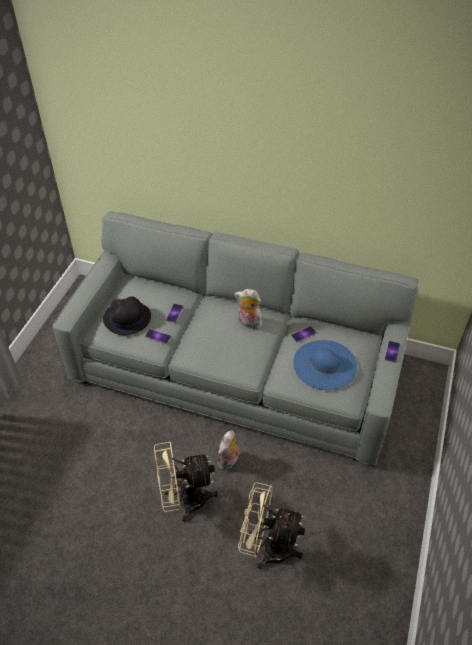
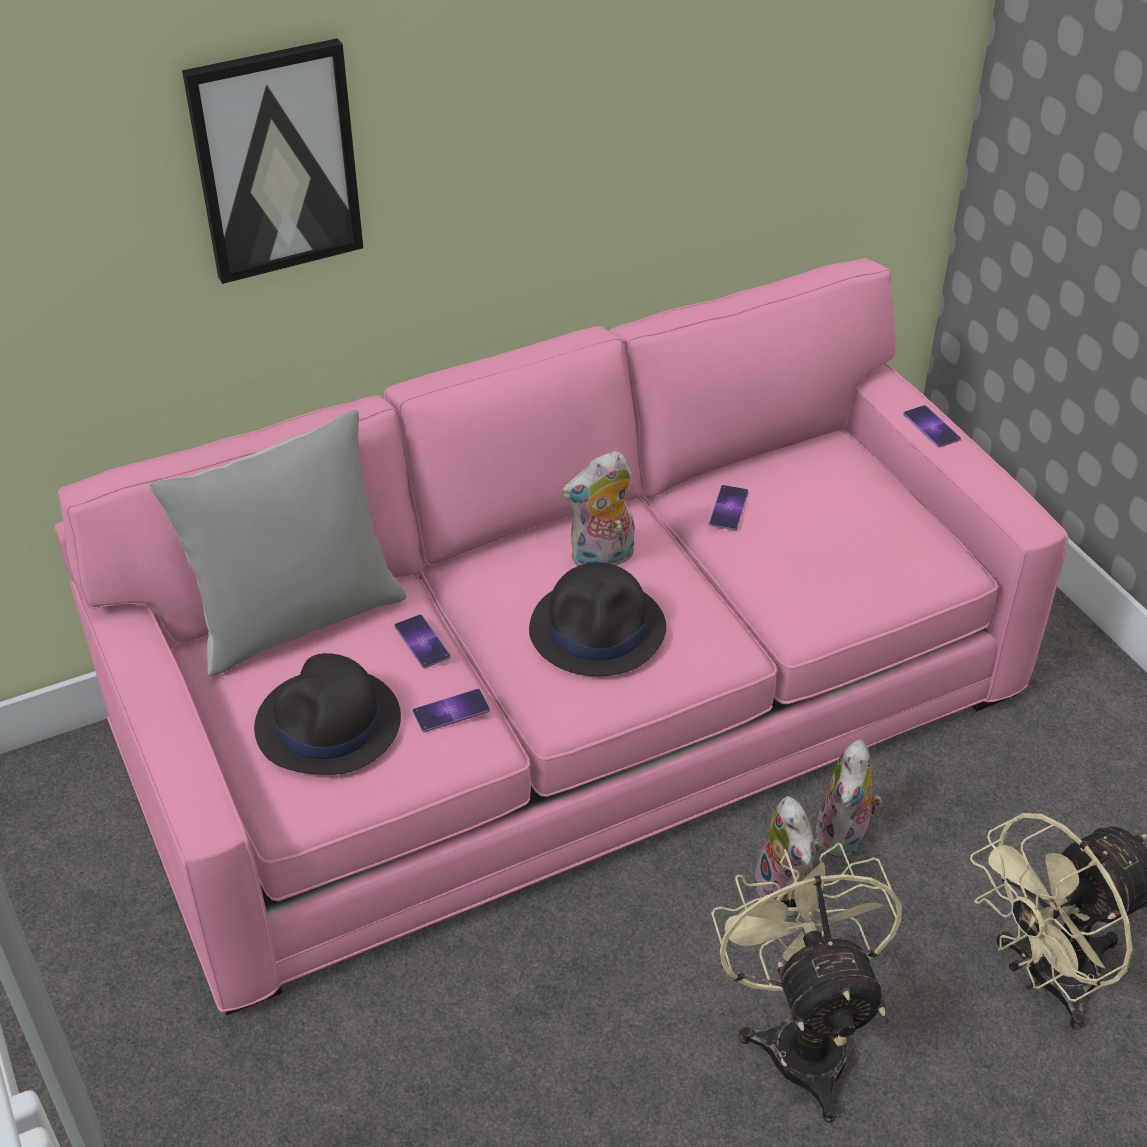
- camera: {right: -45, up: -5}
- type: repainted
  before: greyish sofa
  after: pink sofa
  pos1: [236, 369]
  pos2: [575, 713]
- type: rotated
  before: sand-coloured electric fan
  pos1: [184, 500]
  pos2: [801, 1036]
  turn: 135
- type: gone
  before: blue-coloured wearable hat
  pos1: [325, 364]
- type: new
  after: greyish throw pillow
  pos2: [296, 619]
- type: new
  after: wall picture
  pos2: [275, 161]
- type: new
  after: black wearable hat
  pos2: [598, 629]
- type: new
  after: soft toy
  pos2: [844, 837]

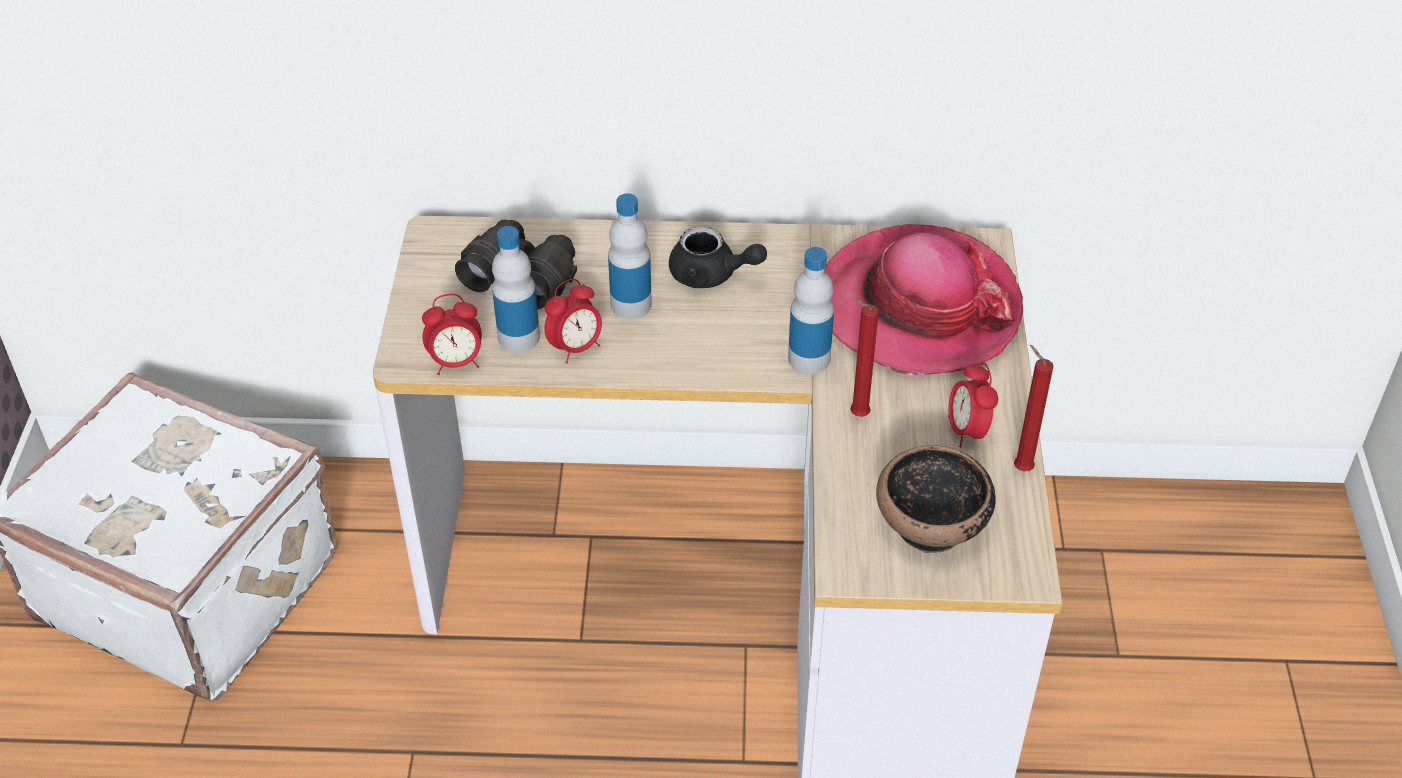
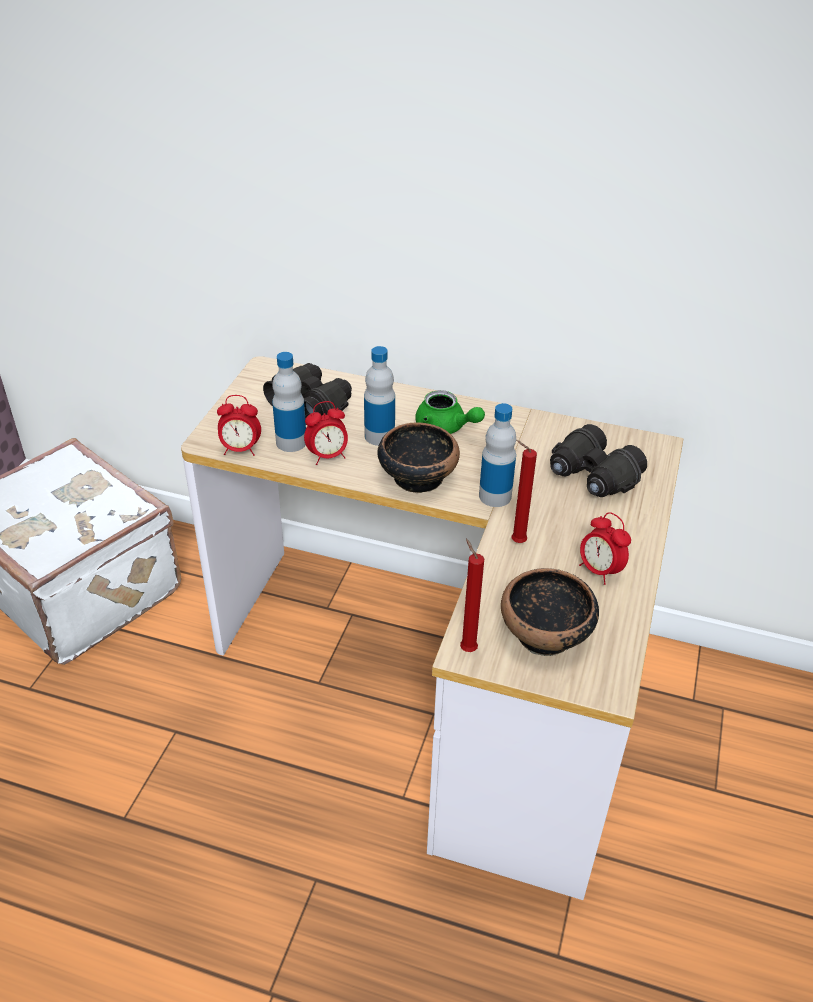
- camera: {right: 15, up: -5}
- type: repainted
  before: black teapot
  after: green-coloured teapot
  pos1: [711, 275]
  pos2: [445, 428]
- type: swapped
  before: wearable hat
  after: black binoculars
  pos1: [918, 306]
  pos2: [592, 477]
- type: rotated
  before: bedside clock
  pos1: [967, 431]
  pos2: [599, 571]
  turn: -45
- type: shifted
  before: reddish candle
  pos1: [1020, 468]
  pos2: [466, 648]
- type: new
  after: serving bowl
  pos2: [417, 477]

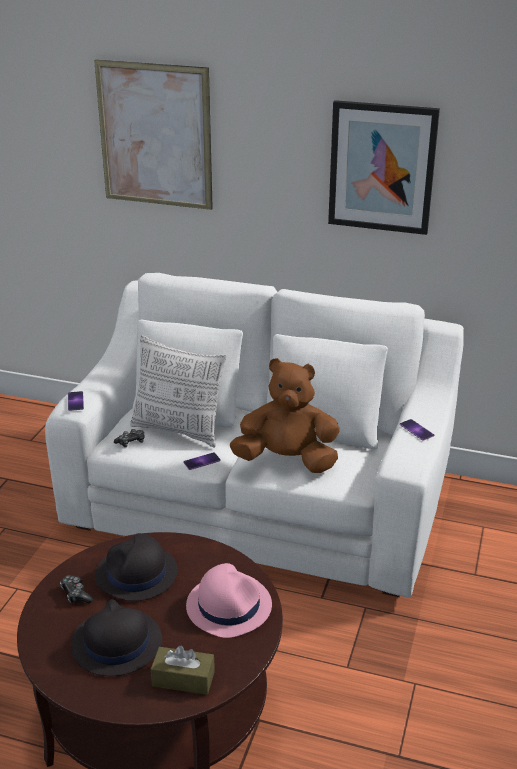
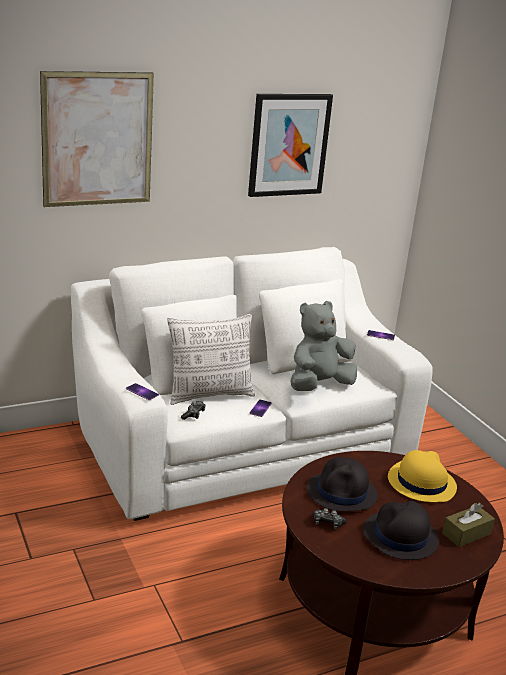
- camera: {right: -45, up: -5}
- type: repainted
  before: pink wearable hat
  after: yellow-coloured wearable hat
  pos1: [229, 605]
  pos2: [421, 482]
- type: repainted
  before: brownish soft toy
  after: greyish soft toy
  pos1: [287, 460]
  pos2: [318, 385]

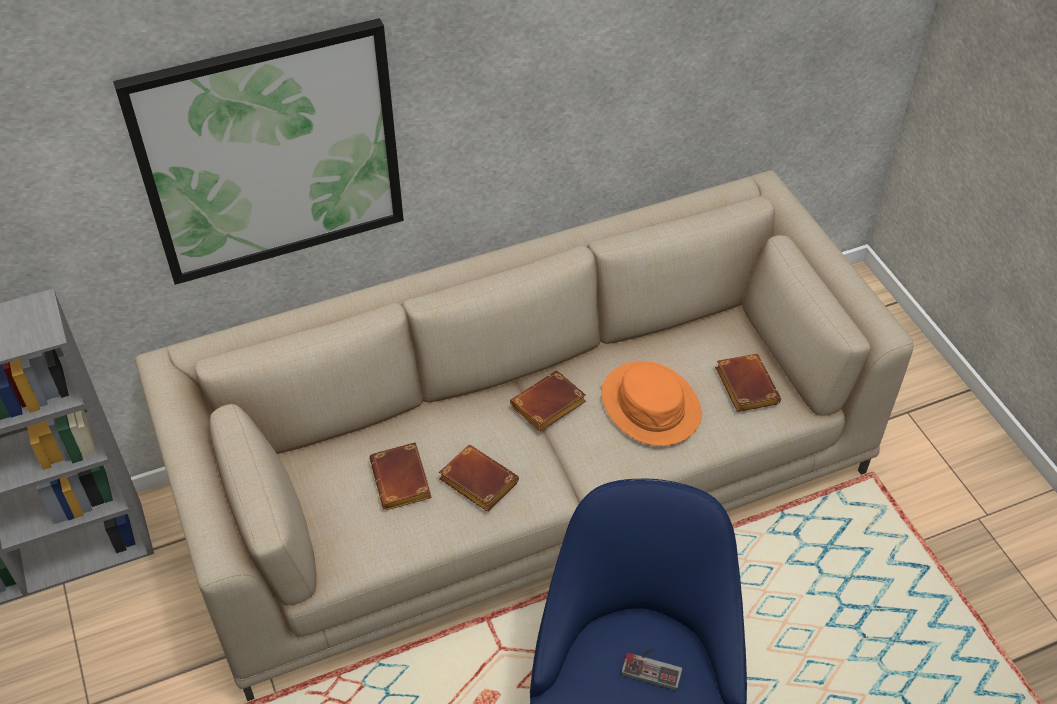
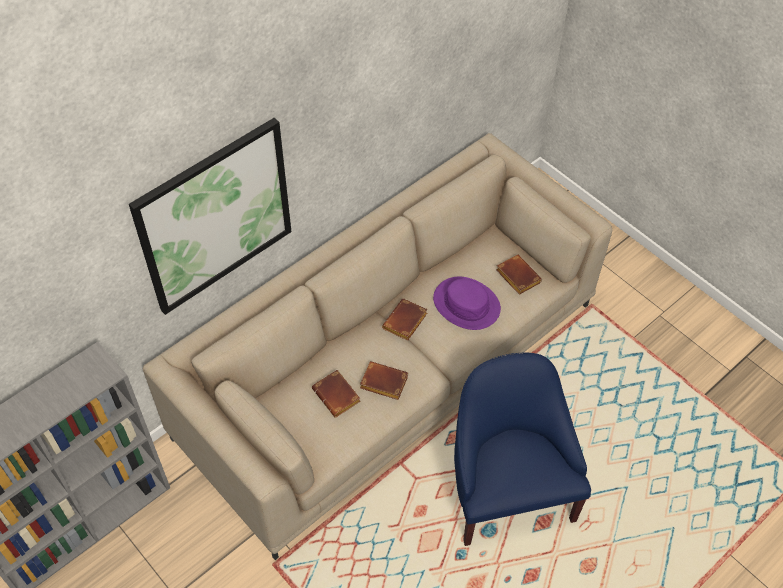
- camera: {right: -20, up: 5}
- type: repainted
  before: orange-coloured wearable hat
  after: purplish wearable hat
  pos1: [651, 404]
  pos2: [466, 304]
- type: gone
  before: joypad
  pos1: [653, 666]

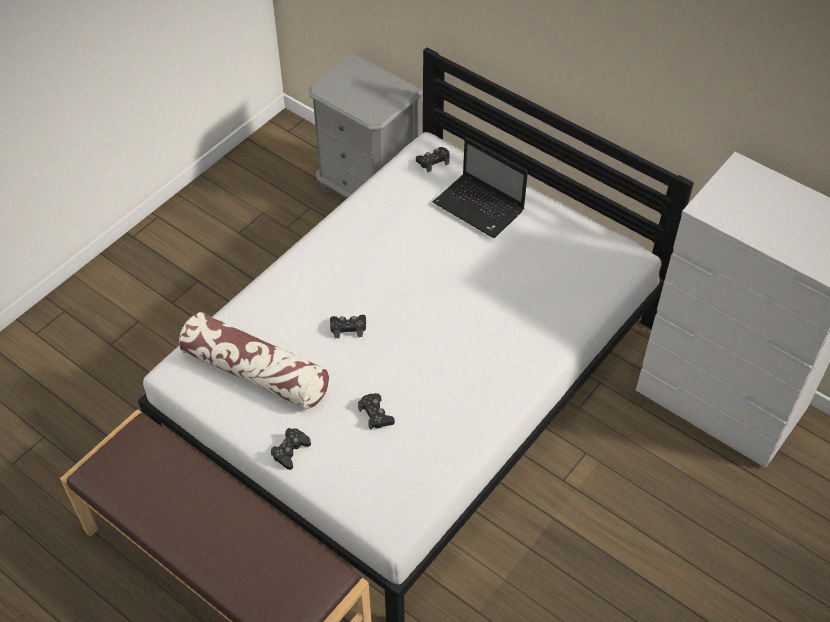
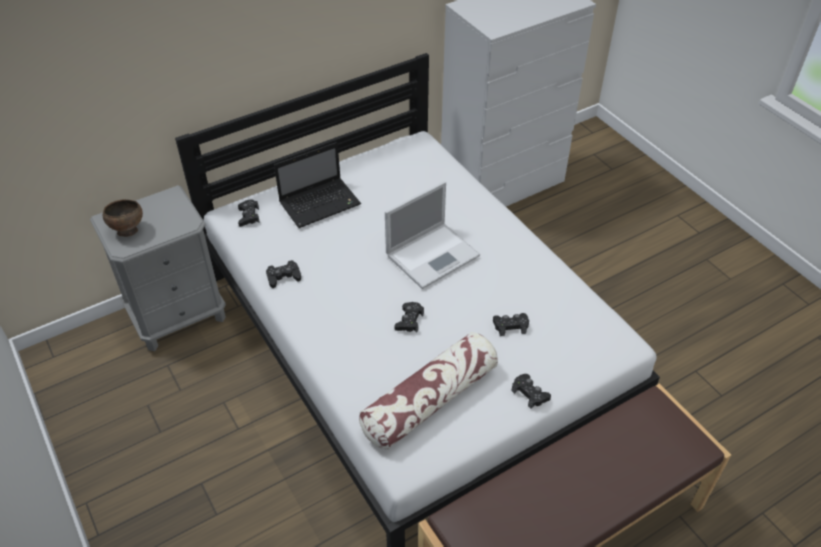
- camera: {right: -70, up: -5}
- type: new
  after: brownish serving bowl
  pos2: [127, 231]
- type: new
  after: black joypad
  pos2: [283, 277]
- type: new
  after: laptop
  pos2: [433, 254]

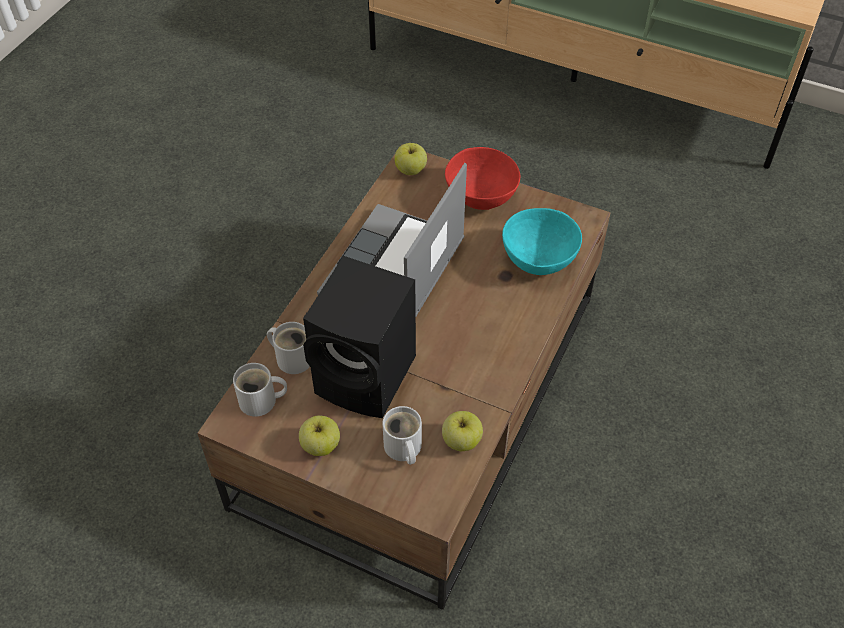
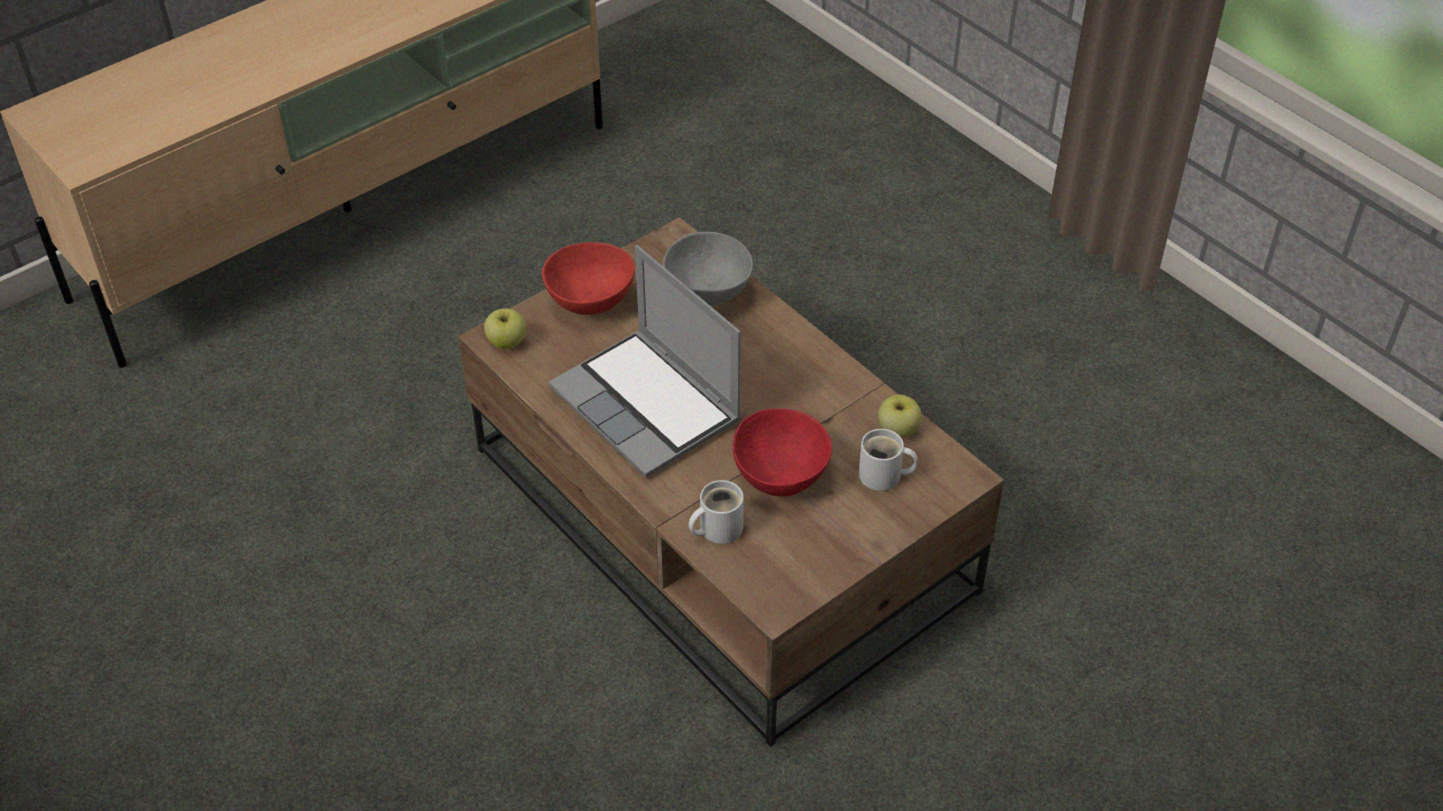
- camera: {right: -65, up: -5}
- type: gone
  before: white mug
  pos1: [261, 402]
- type: gone
  before: apple fruit
  pos1: [320, 445]
- type: swapped
  before: black speaker
  after: reddish serving bowl
  pos1: [368, 377]
  pos2: [781, 474]
- type: repainted
  before: turquoise-coloured serving bowl
  after: greyish serving bowl
  pos1: [537, 260]
  pos2: [708, 293]

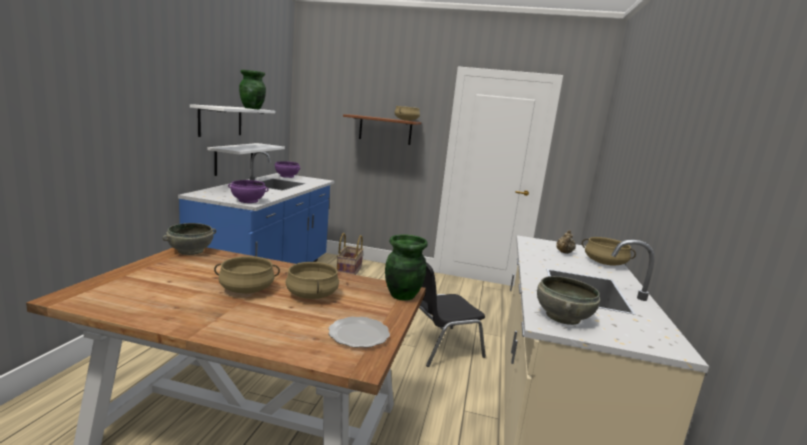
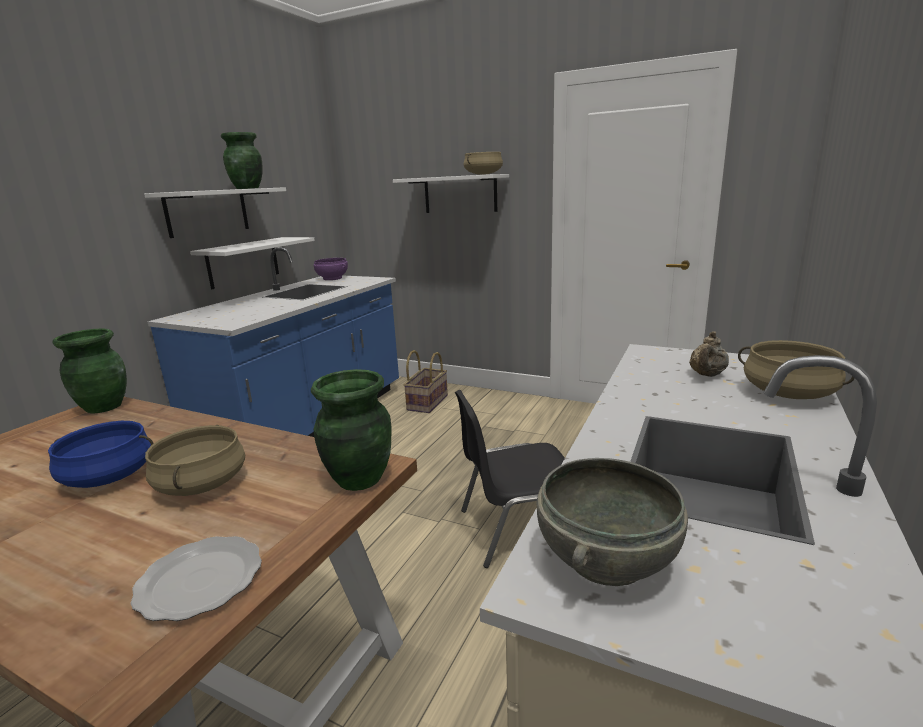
- camera: {right: 15, up: 5}
- type: swapped
  before: greyish serving bowl
  after: green-coloured vase
  pos1: [190, 251]
  pos2: [104, 406]
- type: repainted
  before: sand-coloured saucepot
  after: blue-coloured saucepot
  pos1: [247, 289]
  pos2: [110, 476]
- type: gone
  before: purplish serving bowl
  pos1: [248, 201]
- type: repainted
  before: brownish shelf
  after: white shelf
  pos1: [385, 130]
  pos2: [460, 194]

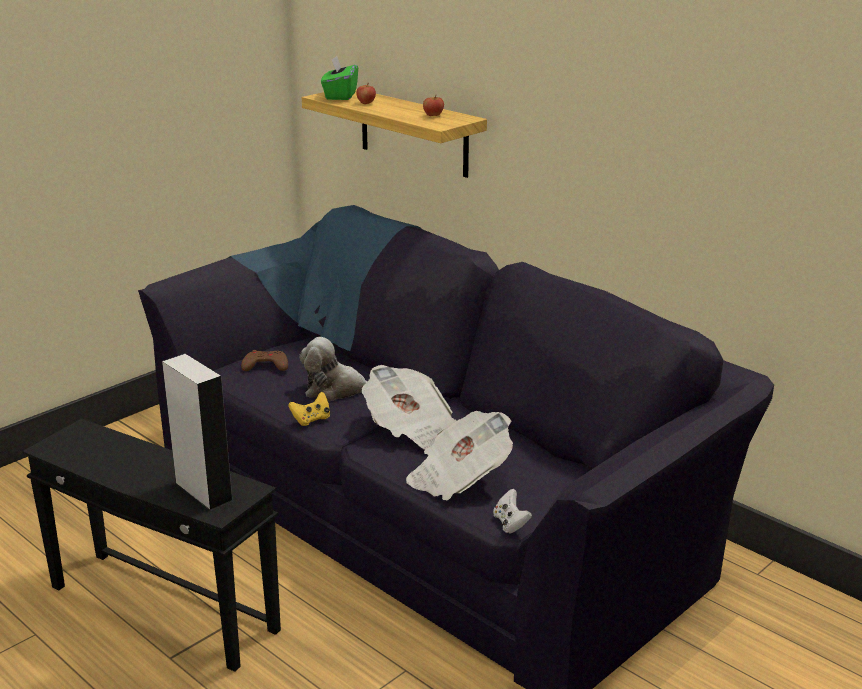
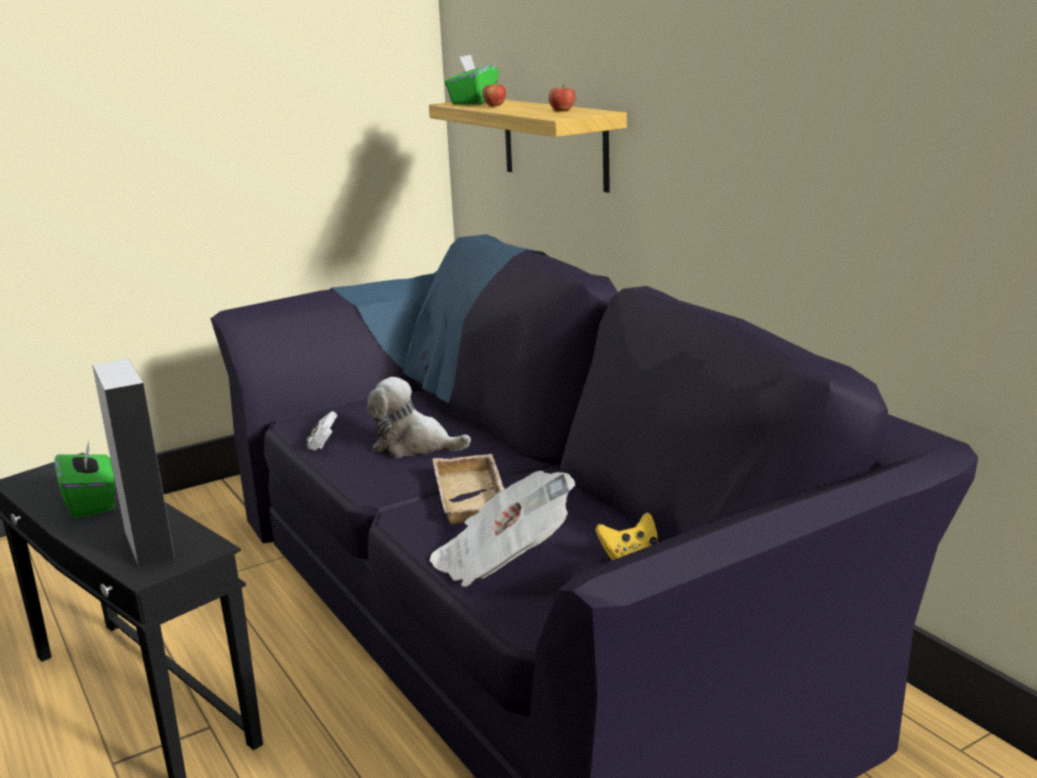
- camera: {right: 15, up: -5}
- type: gone
  before: brownish joypad
  pos1: [265, 365]
- type: shifted
  before: yellow-coloured joypad
  pos1: [311, 420]
  pos2: [629, 554]
- type: swapped
  before: newspaper
  after: sand-coloured serving tray
  pos1: [410, 430]
  pos2: [474, 497]
- type: shifted
  before: white joypad
  pos1: [510, 524]
  pos2: [323, 444]
- type: new
  after: green-coloured tissue holder
  pos2: [91, 502]

